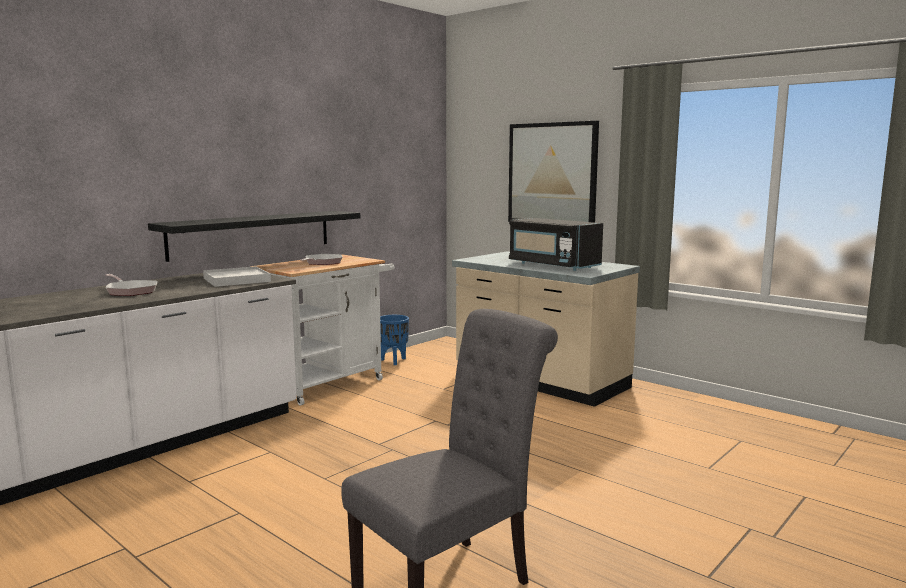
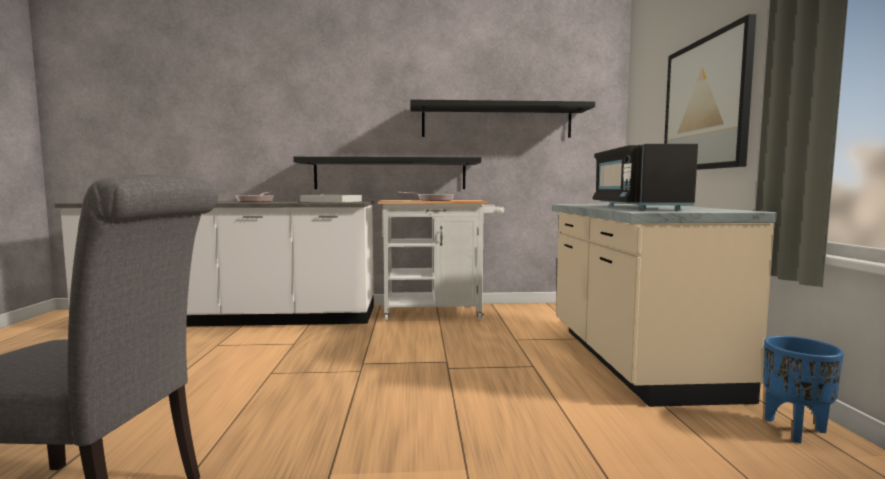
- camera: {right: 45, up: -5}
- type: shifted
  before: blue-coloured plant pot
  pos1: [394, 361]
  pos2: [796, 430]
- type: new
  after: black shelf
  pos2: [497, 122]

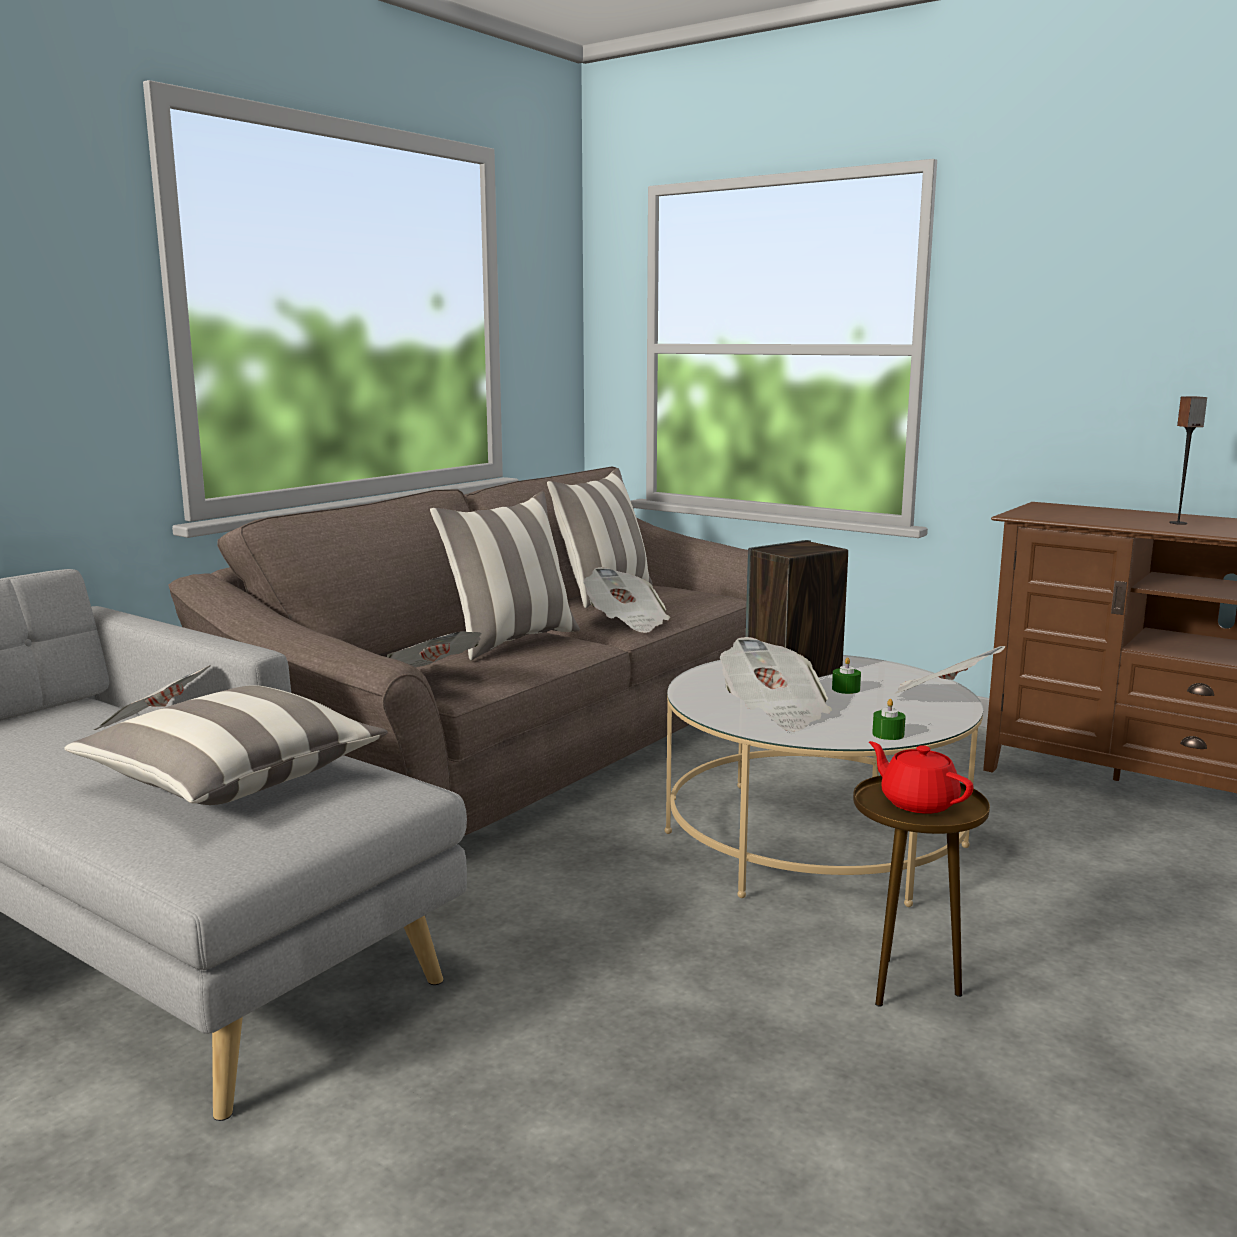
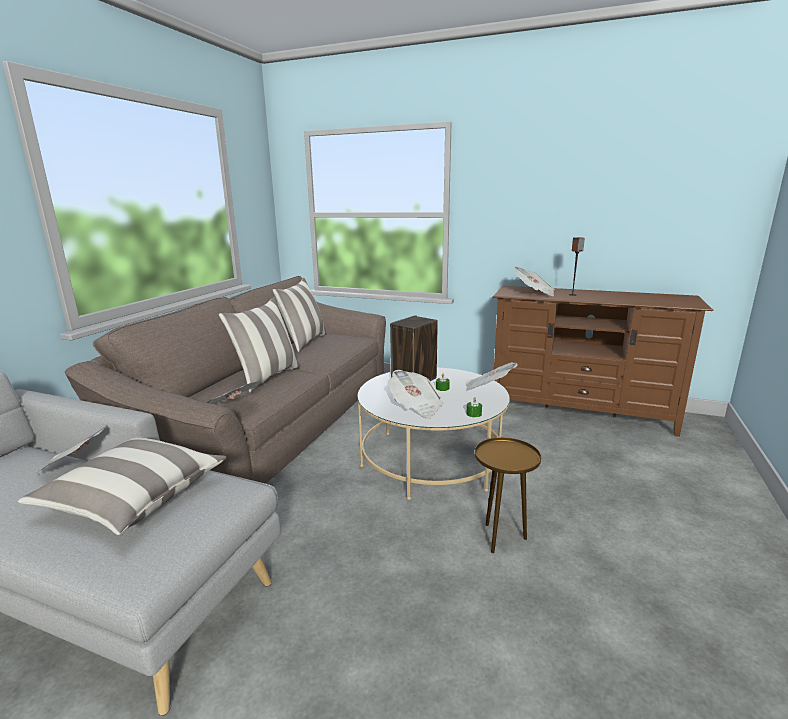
- camera: {right: -15, up: 5}
- type: shifted
  before: newspaper
  pos1: [626, 622]
  pos2: [534, 293]
- type: gone
  before: reddish teapot
  pos1: [917, 802]

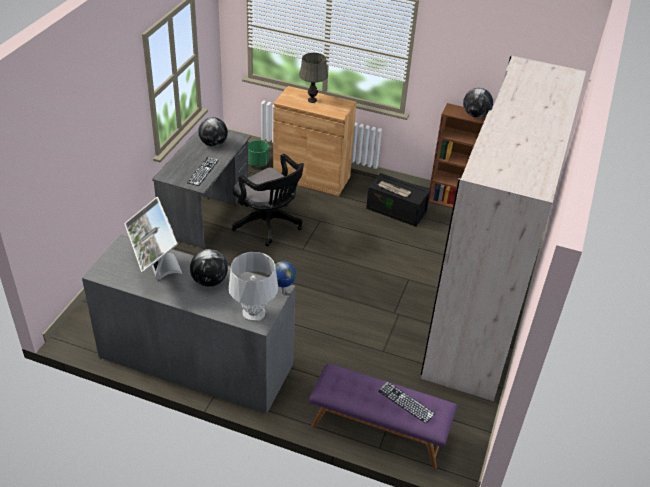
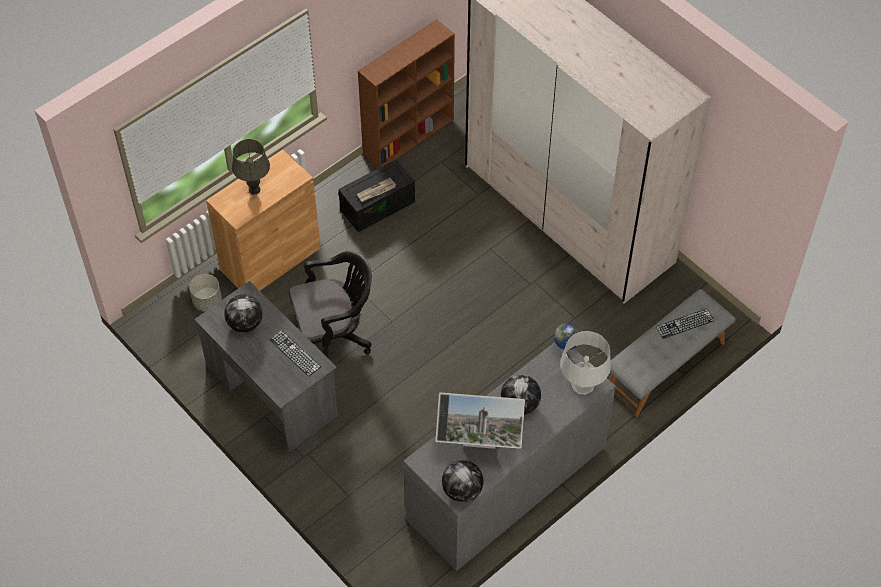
- camera: {right: -60, up: 15}
- type: repainted
  before: green-coloured plant pot
  after: greyish plant pot
  pos1: [258, 163]
  pos2: [207, 301]
- type: repainted
  before: purplish bench
  after: greyish bench
  pos1: [378, 431]
  pos2: [666, 366]
- type: shifted
  before: world globe
  pos1: [475, 115]
  pos2: [462, 490]

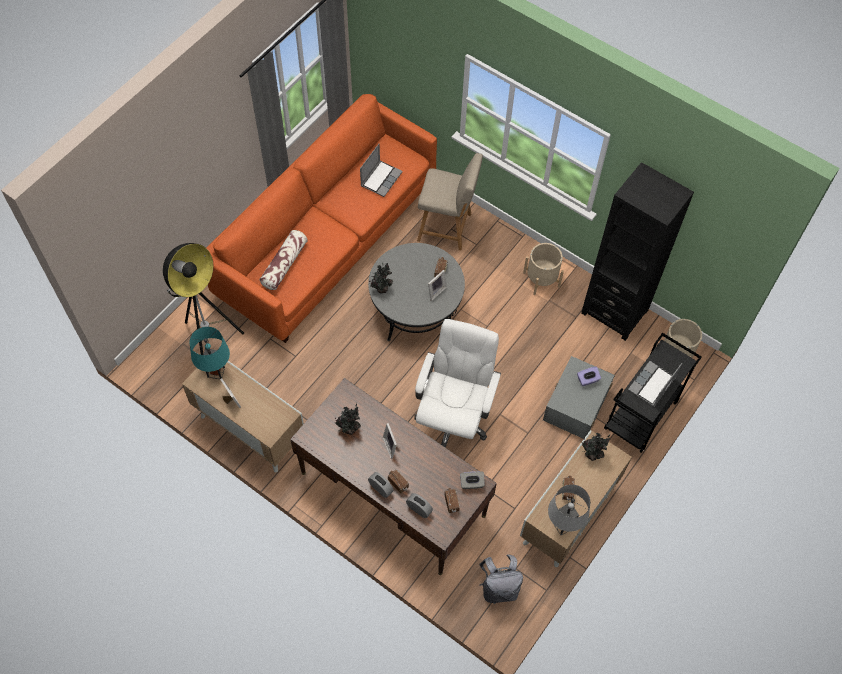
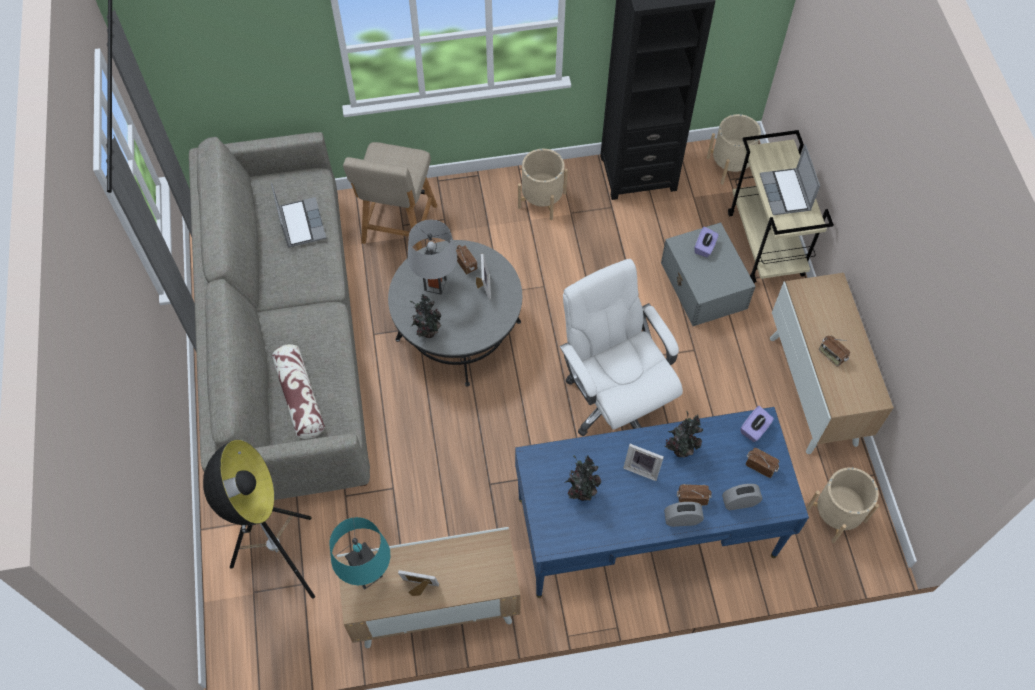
- camera: {right: -45, up: 0}
- type: repainted
  before: orange-coloured sofa
  after: greyish sofa
  pos1: [326, 239]
  pos2: [287, 342]
- type: repainted
  before: brownish desk unit
  after: blue-coloured desk unit
  pos1: [393, 494]
  pos2: [646, 527]
- type: rotated
  before: sand-coloured chair
  pos1: [447, 228]
  pos2: [398, 227]
  turn: 135
- type: repainted
  before: greyish tissue holder
  after: purplish tissue holder
  pos1: [471, 483]
  pos2: [754, 429]
- type: swapped
  before: greyish backpack
  after: sand-coloured plant pot
  pos1: [499, 588]
  pos2: [836, 514]
- type: shifted
  before: greyish table lamp
  pos1: [563, 525]
  pos2: [435, 284]
- type: shifted
  before: houseplant
  pos1: [592, 454]
  pos2: [680, 449]
- type: repainted
  before: black trolley
  after: sand-coloured trolley
  pos1: [641, 416]
  pos2: [766, 244]

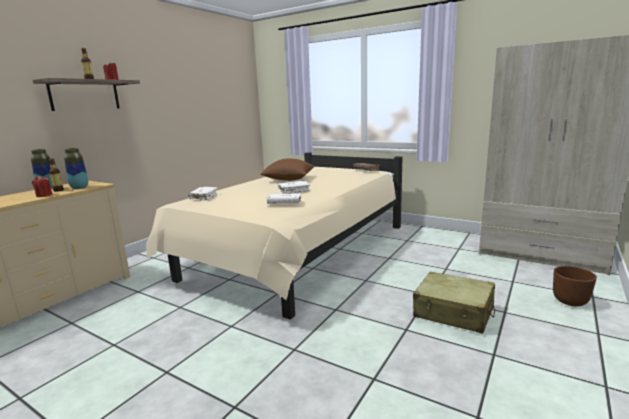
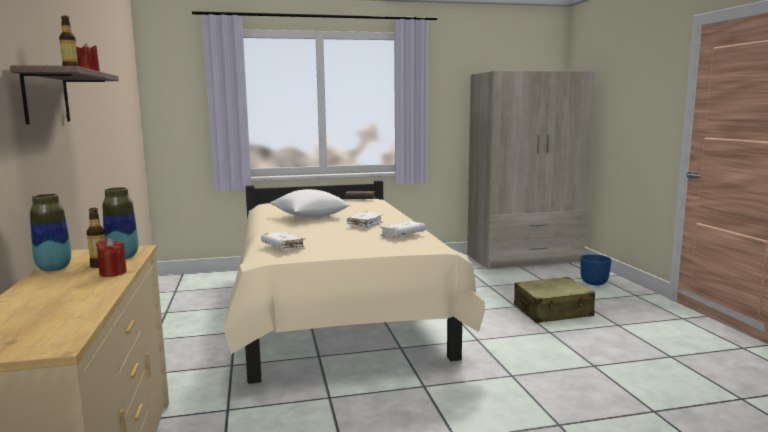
- camera: {right: -45, up: -5}
- type: repainted
  before: brownish throw pillow
  after: white throw pillow
  pos1: [288, 179]
  pos2: [310, 217]
- type: repainted
  before: brownish plant pot
  after: blue-coloured plant pot
  pos1: [570, 302]
  pos2: [594, 283]

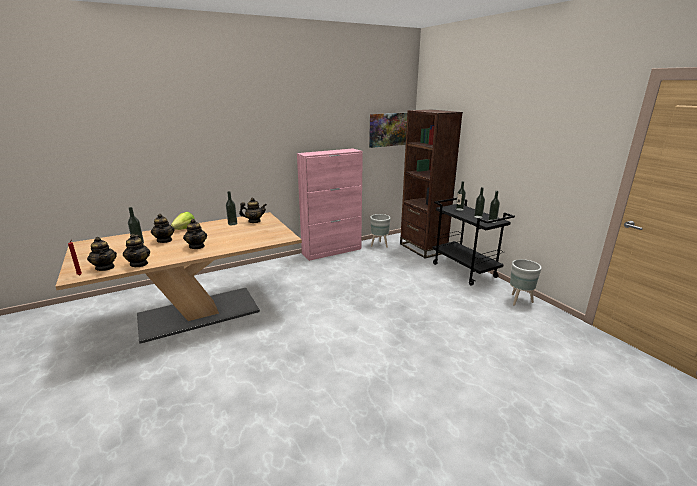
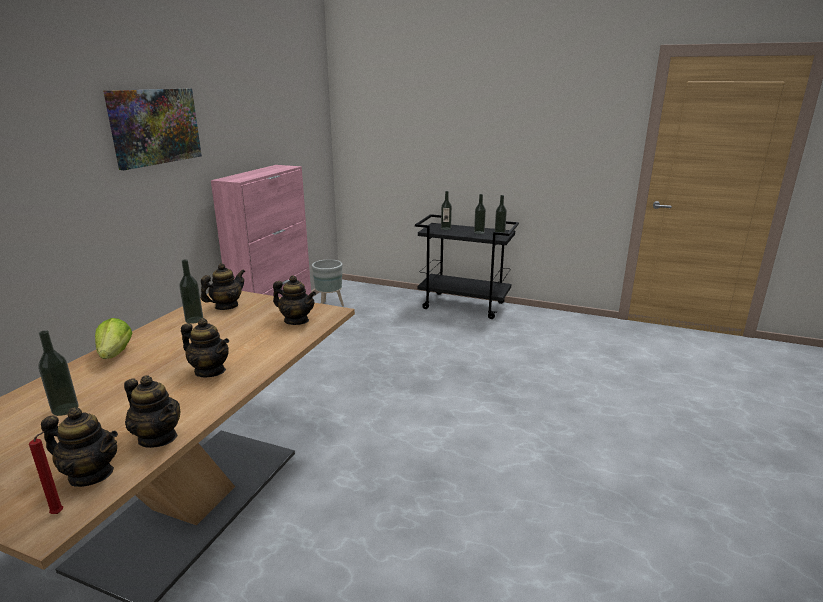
- camera: {right: -40, up: 0}
- type: shifted
  before: teapot
  pos1: [164, 240]
  pos2: [296, 321]
- type: shifted
  before: wall picture
  pos1: [389, 129]
  pos2: [155, 126]
- type: gone
  before: brownish bookshelf
  pos1: [423, 248]
- type: gone
  before: greyish plant pot
  pos1: [519, 301]

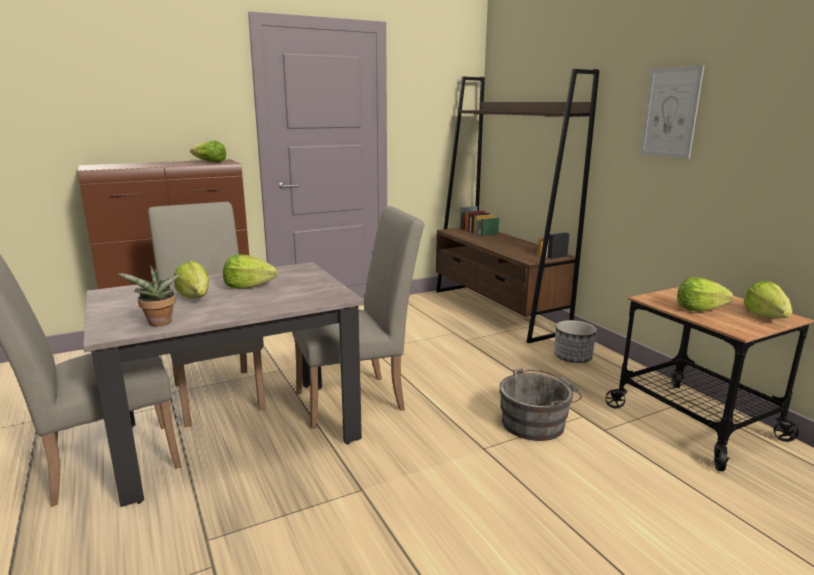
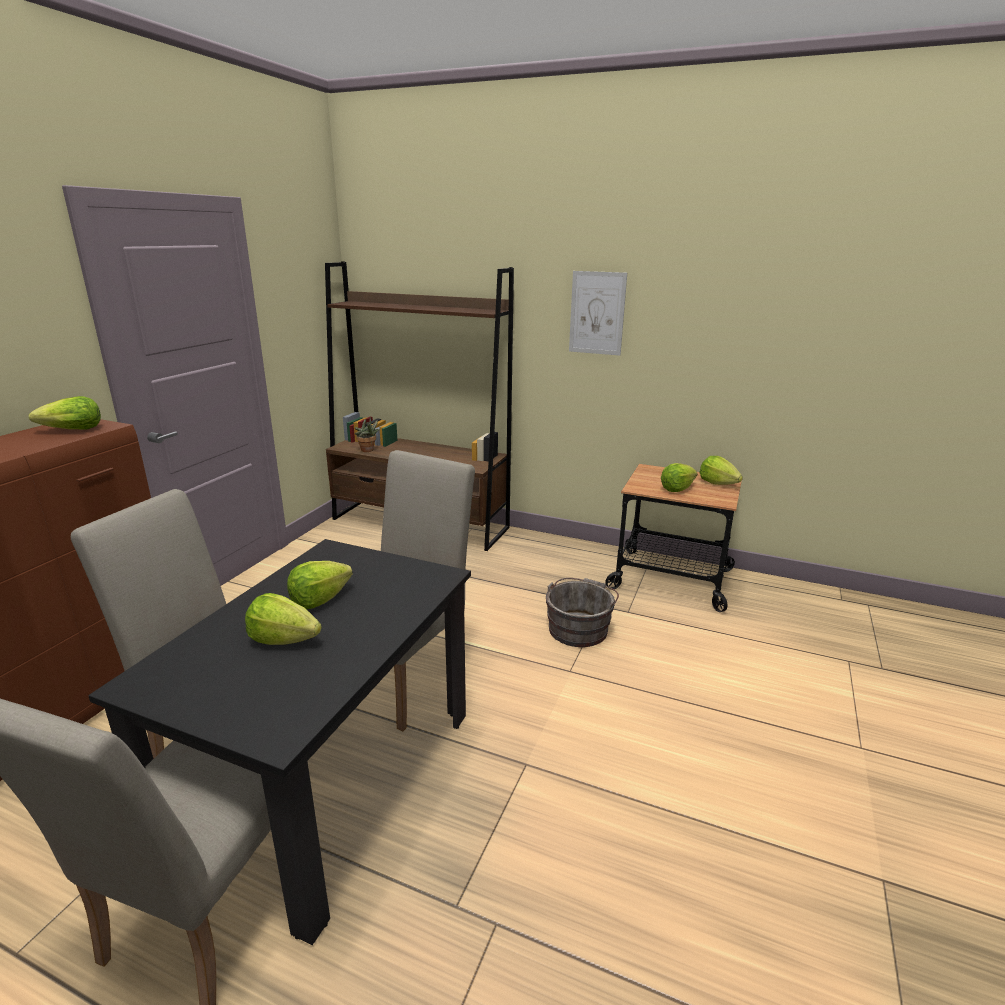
- camera: {right: -40, up: 5}
- type: repainted
  before: sand-coloured dining table
  after: black dining table
  pos1: [237, 434]
  pos2: [330, 782]
- type: shifted
  before: houseplant
  pos1: [159, 323]
  pos2: [368, 450]
- type: gone
  before: plant pot
  pos1: [573, 357]

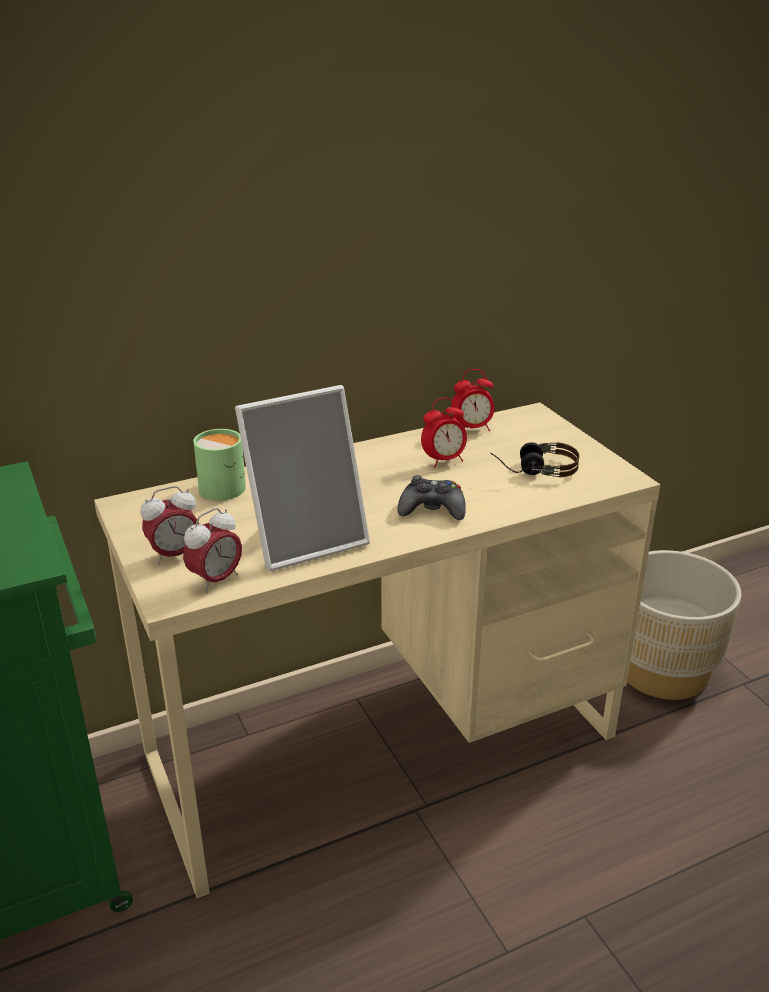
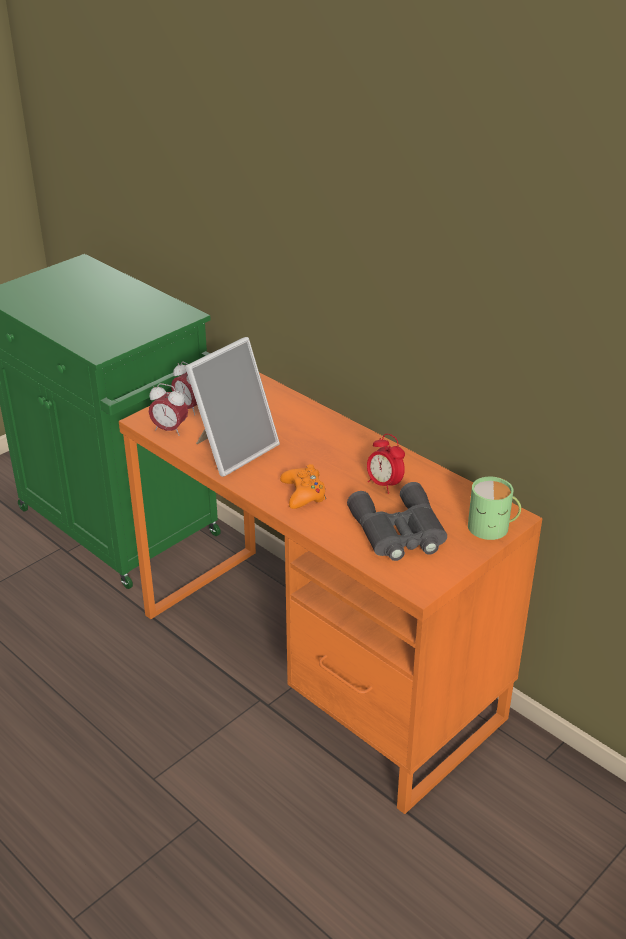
- camera: {right: 70, up: 5}
- type: repainted
  before: sand-coloured desk unit
  after: orange-coloured desk unit
  pos1: [384, 745]
  pos2: [317, 665]
- type: shifted
  before: green-coloured mug
  pos1: [226, 486]
  pos2: [493, 527]
- type: rotated
  before: picture frame
  pos1: [306, 539]
  pos2: [233, 450]
  turn: -90
- type: repainted
  before: black joypad
  after: orange-coloured joypad
  pos1: [432, 509]
  pos2: [303, 493]
- type: gone
  before: bedside clock
  pos1: [472, 429]
- type: swapped
  before: headphones
  after: greyish binoculars
  pos1: [533, 470]
  pos2: [398, 532]
- type: gone
  before: sand-coloured plant pot
  pos1: [662, 670]

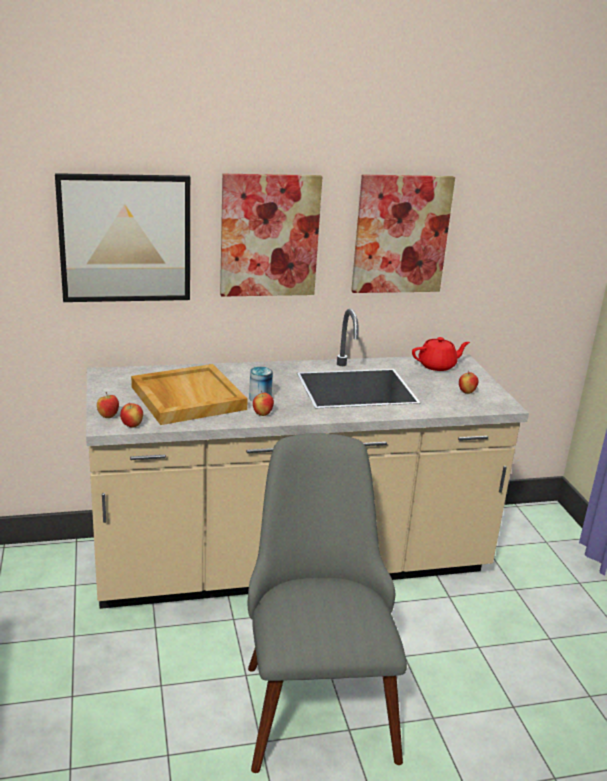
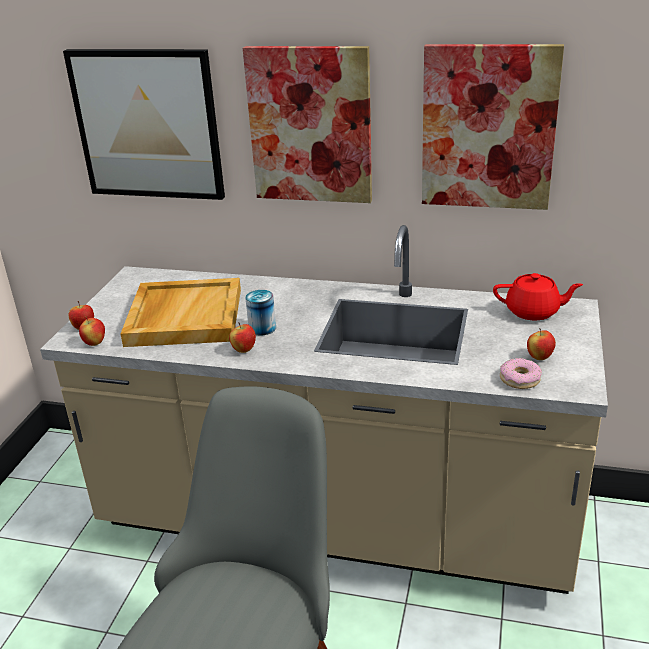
- camera: {right: 30, up: 5}
- type: new
  after: donut
  pos2: [519, 379]

